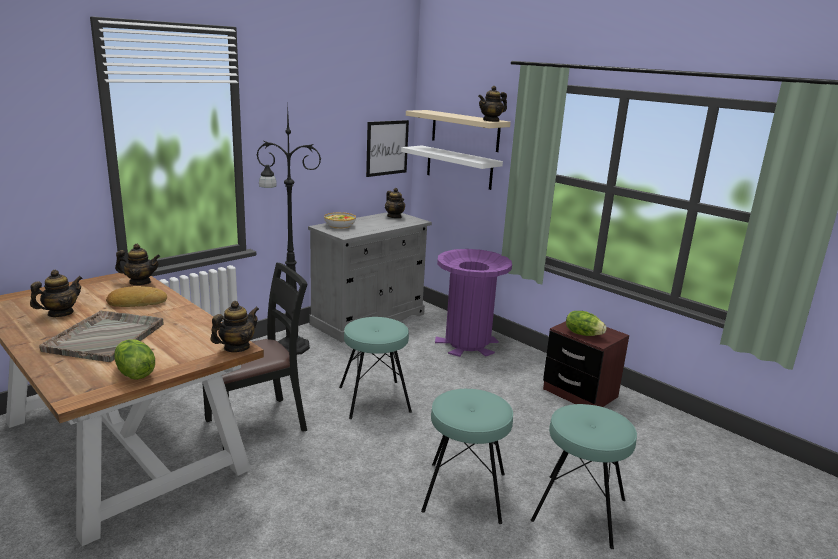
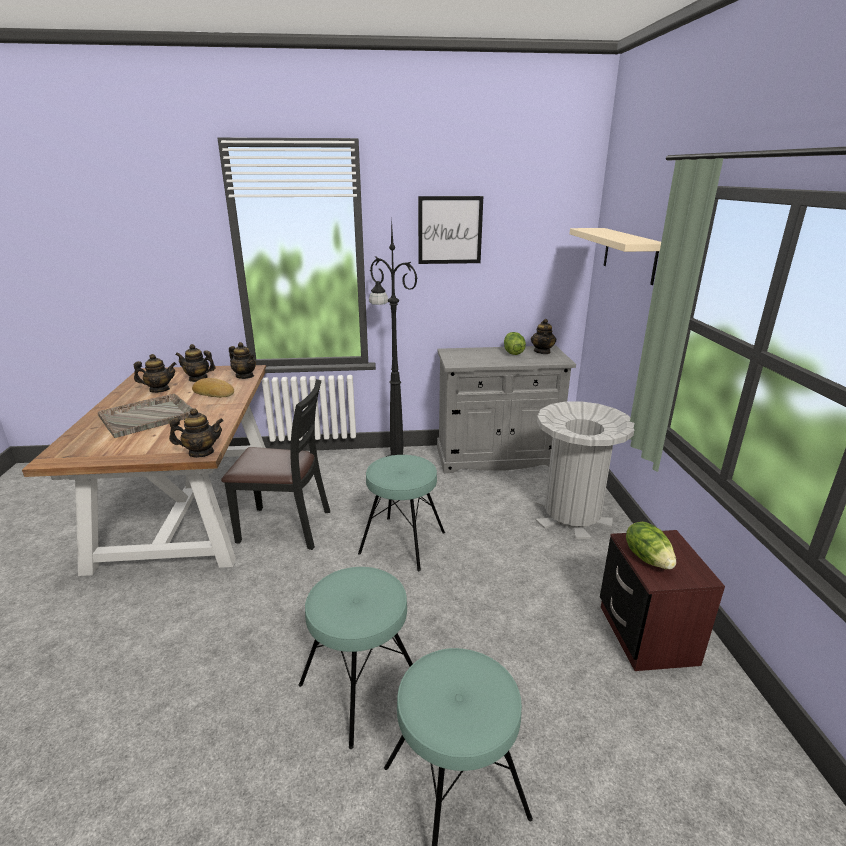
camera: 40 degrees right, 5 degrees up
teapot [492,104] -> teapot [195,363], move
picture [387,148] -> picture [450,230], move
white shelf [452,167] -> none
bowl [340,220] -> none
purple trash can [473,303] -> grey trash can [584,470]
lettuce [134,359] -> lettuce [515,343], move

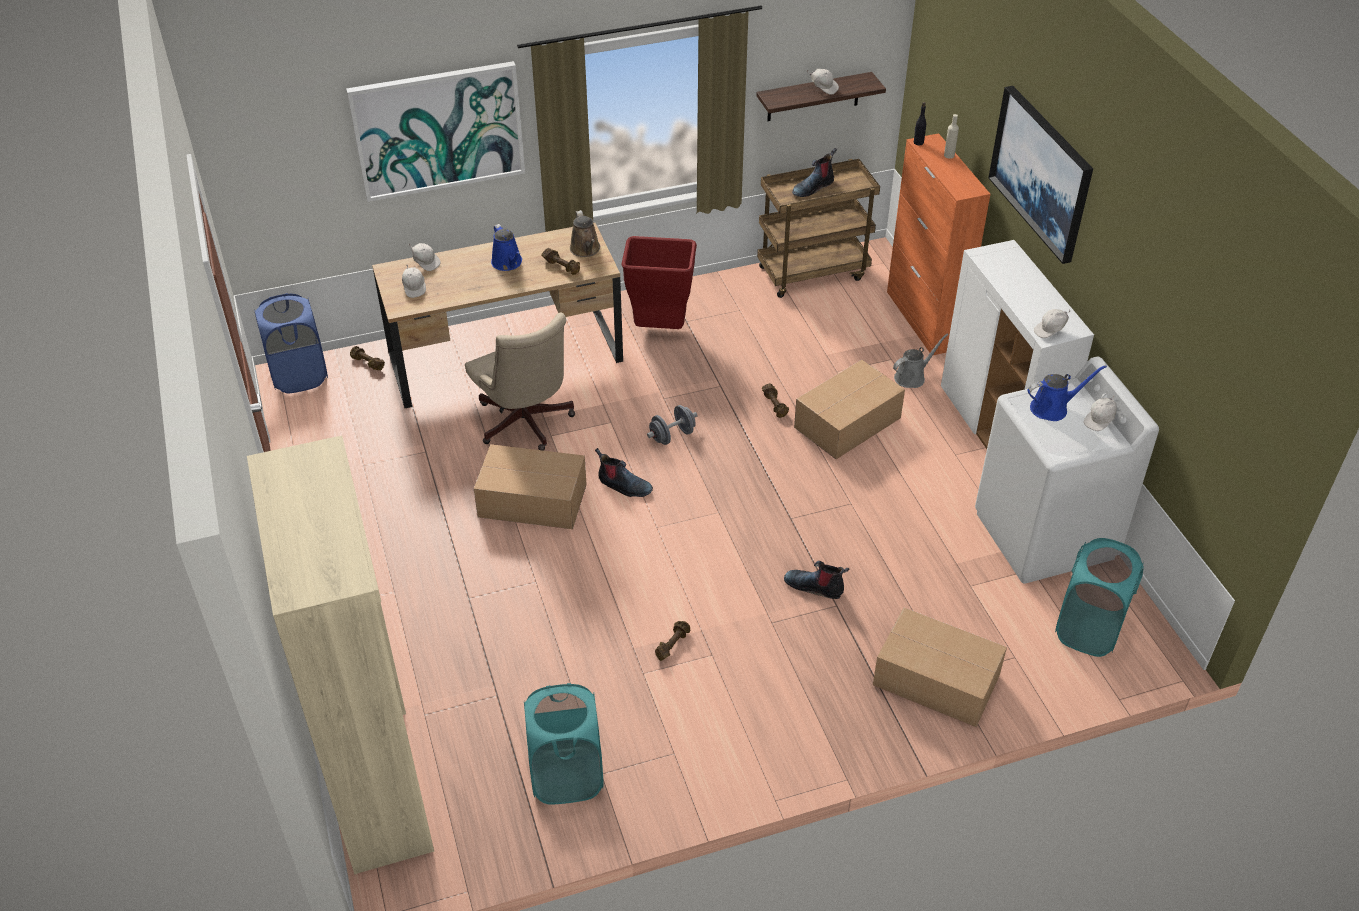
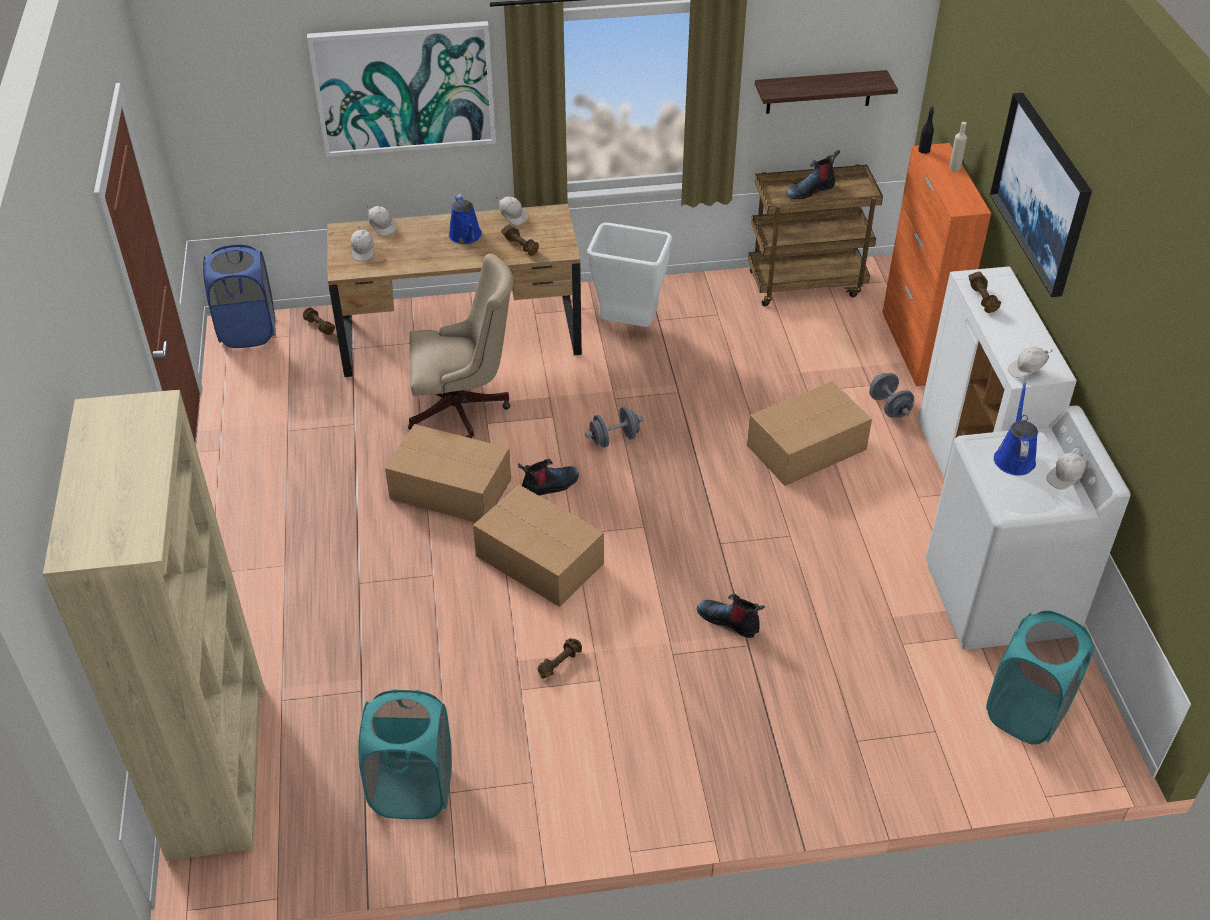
camera: 10 degrees right, 0 degrees up
white cap [822,82] -> white cap [512,211], move
brown watering can [585,233] -> none
red trash can [659,282] -> white trash can [629,274]
beige office chair [520,381] -> beige office chair [461,345], 75 degrees counterclockwise
grey watering can [920,361] -> grey dumbbell [891,395]
blue watering can [1067,393] -> blue watering can [1016,429], 75 degrees counterclockwise
brown dumbbell [775,400] -> brown dumbbell [984,292], move
boot [624,472] -> boot [548,477], 60 degrees counterclockwise
cardboard box [940,667] -> cardboard box [538,546], move

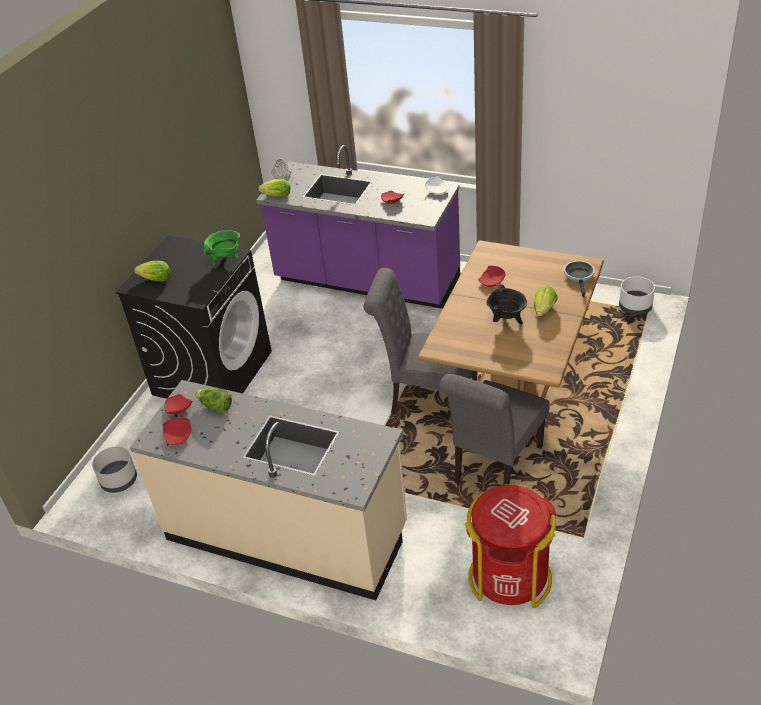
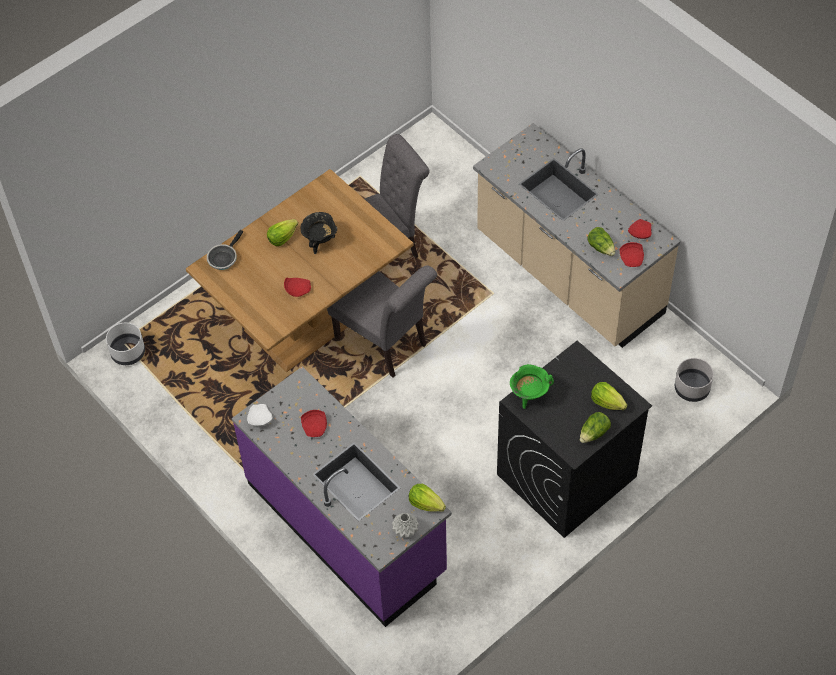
camera: 155 degrees left, 15 degrees up
red trash can [511,546] -> none
none -> lettuce [595,427]

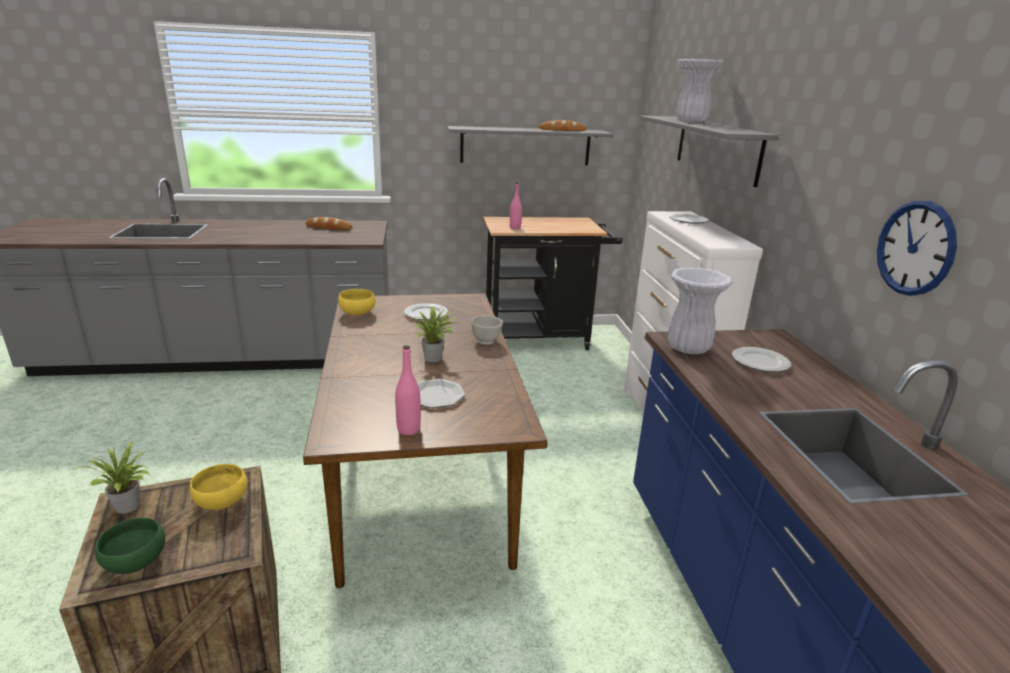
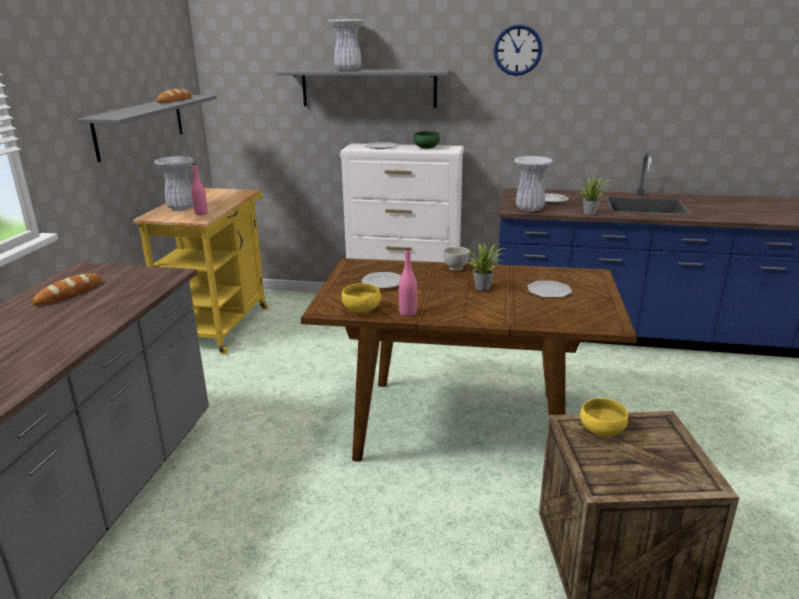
camera: 70 degrees left, 0 degrees up
wall clock [917,248] -> wall clock [518,50], move
black cart [552,283] -> yellow cart [200,271]
pink bottle [408,390] -> pink bottle [408,282], move
potted plant [112,477] -> potted plant [594,195], move
green bowl [130,546] -> green bowl [426,140], move
none -> white vase [174,183]

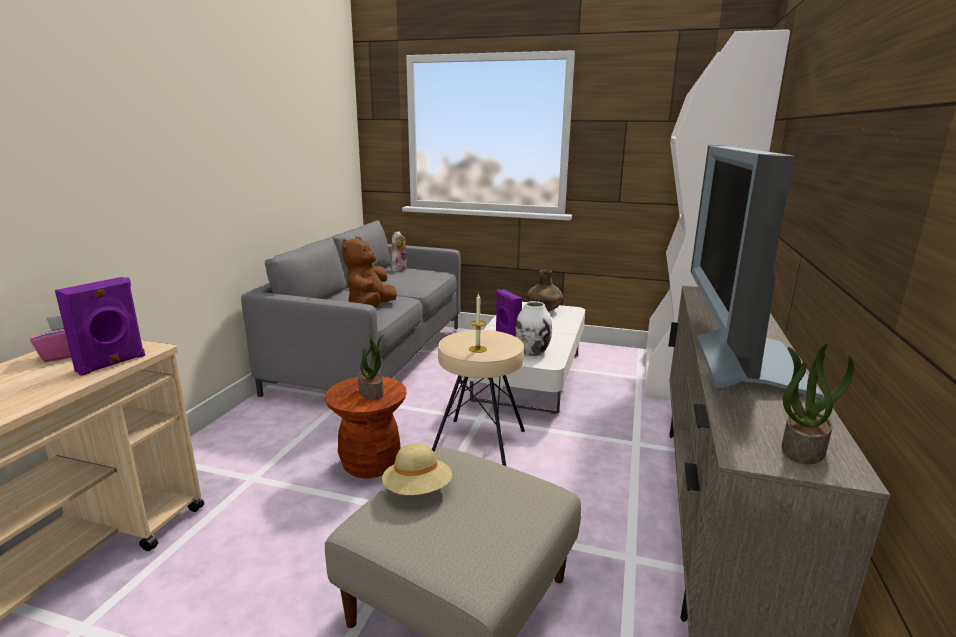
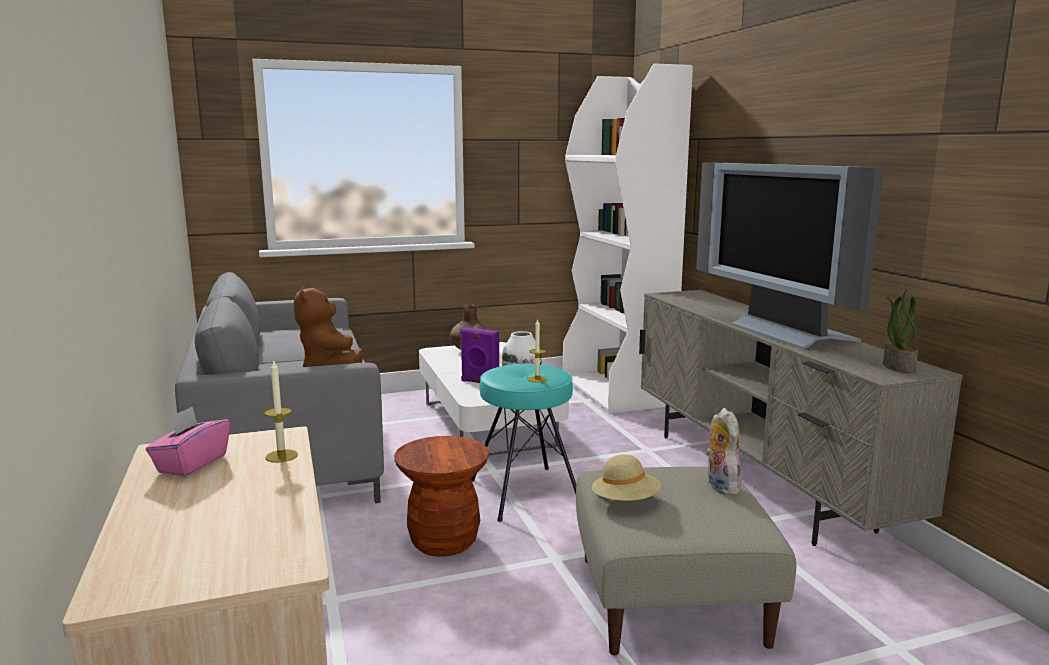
camera: 35 degrees left, 5 degrees down
plush toy [398,251] -> plush toy [724,451], move
purple speaker [100,326] -> candle [281,411]
beige stool [478,398] -> turquoise stool [523,443]
potted plant [371,367] -> none

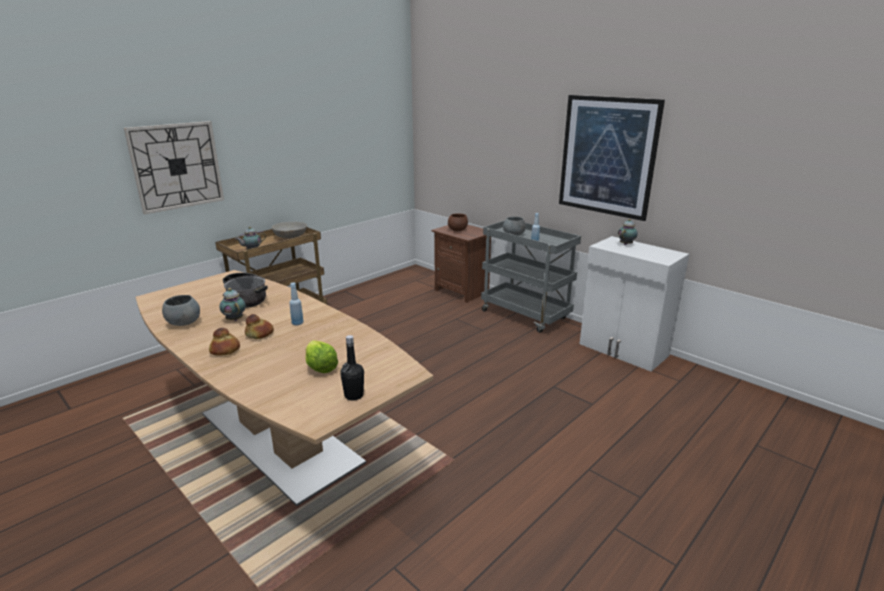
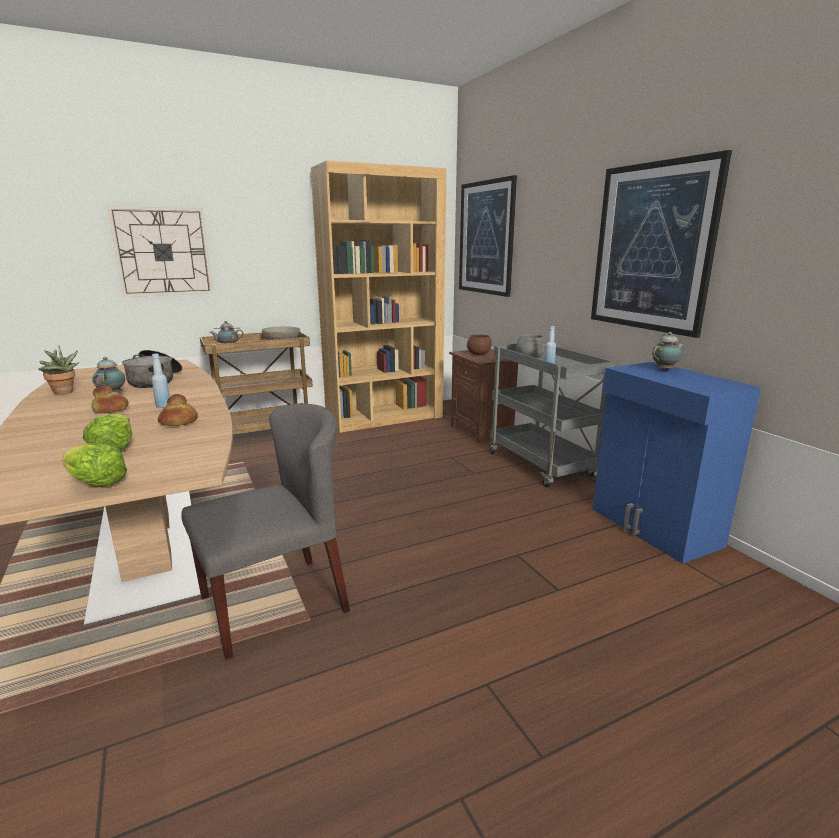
camera: 20 degrees right, 5 degrees down
white cabinet [634,303] -> blue cabinet [677,463]
grey bowl [181,310] -> potted plant [58,370]
bread [224,342] -> bread [178,410], move
black bottle [352,368] -> lettuce [94,465]
none -> brown bookcase [378,296]
none -> picture [488,236]
none -> grey chair [265,532]

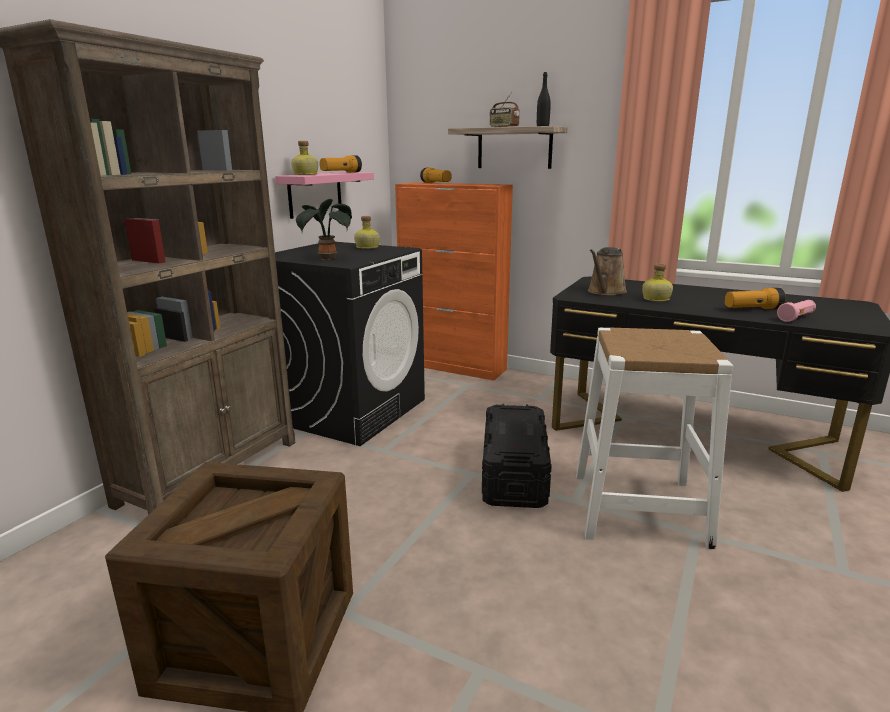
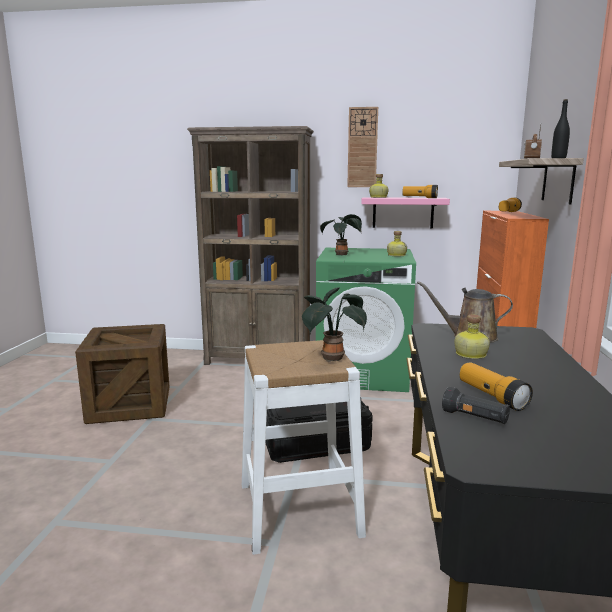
camera: 70 degrees right, 5 degrees down
black washing machine [350,344] -> green washing machine [366,320]
pink flashlight [796,311] -> black flashlight [476,405]
none -> wall clock [362,147]
none -> potted plant [334,324]

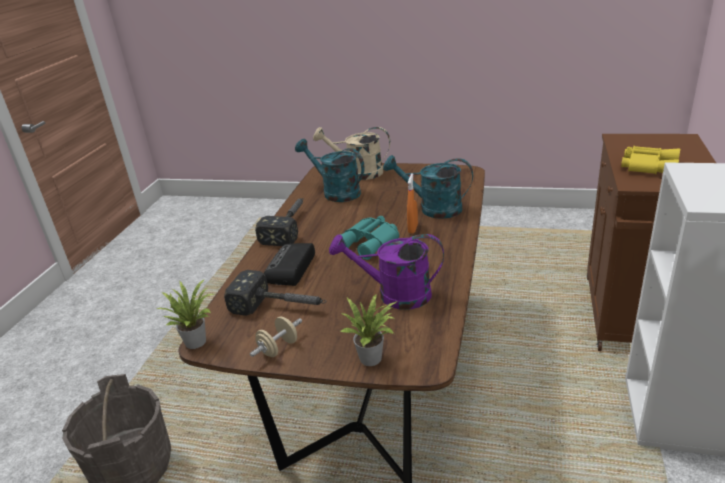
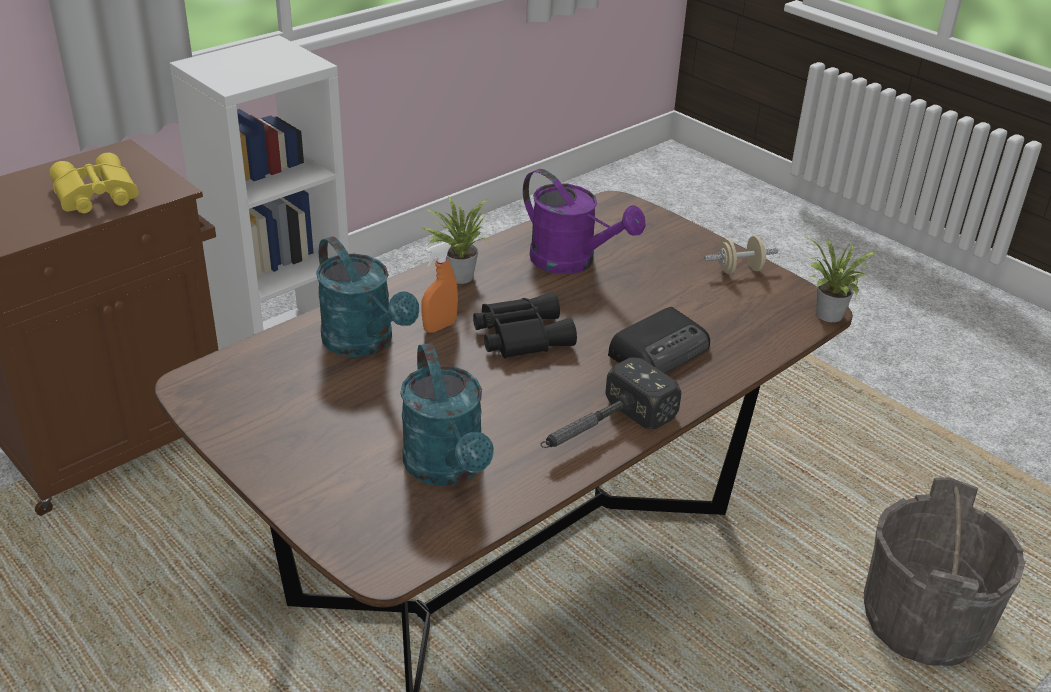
camera: 150 degrees left, 5 degrees up
beige watering can [351,153] -> none
turquoise binoculars [370,238] -> black binoculars [525,325]
hammer [275,293] -> none
potted plant [368,330] -> potted plant [456,240], move

